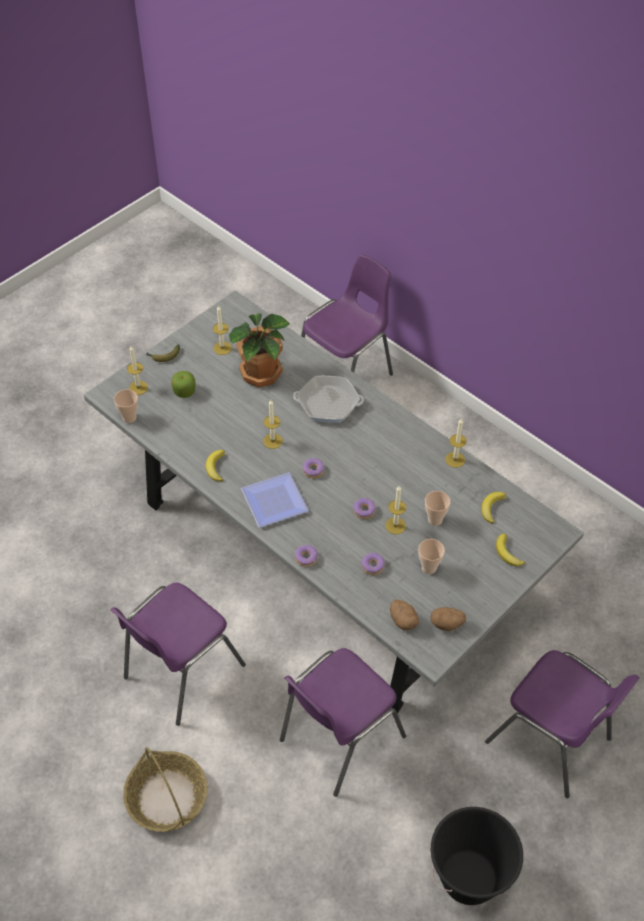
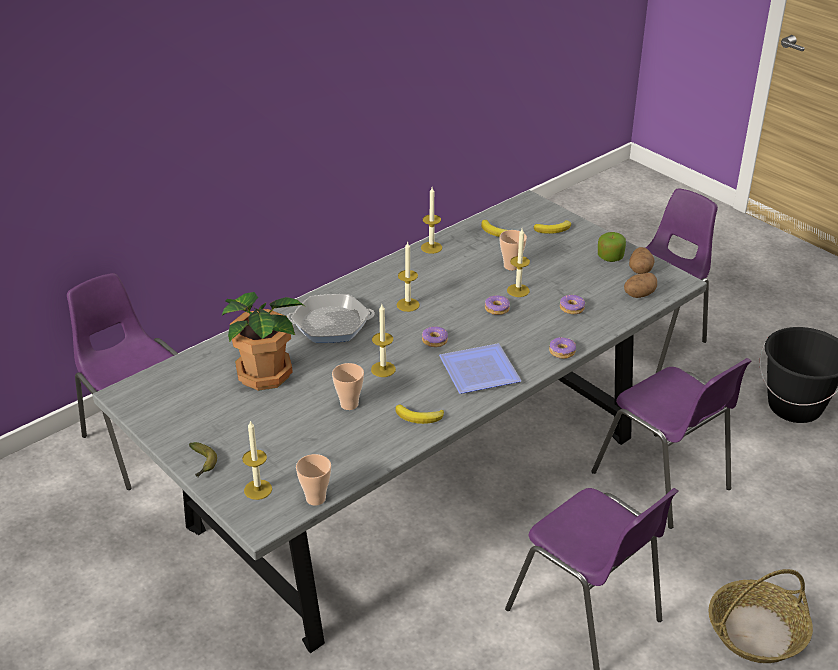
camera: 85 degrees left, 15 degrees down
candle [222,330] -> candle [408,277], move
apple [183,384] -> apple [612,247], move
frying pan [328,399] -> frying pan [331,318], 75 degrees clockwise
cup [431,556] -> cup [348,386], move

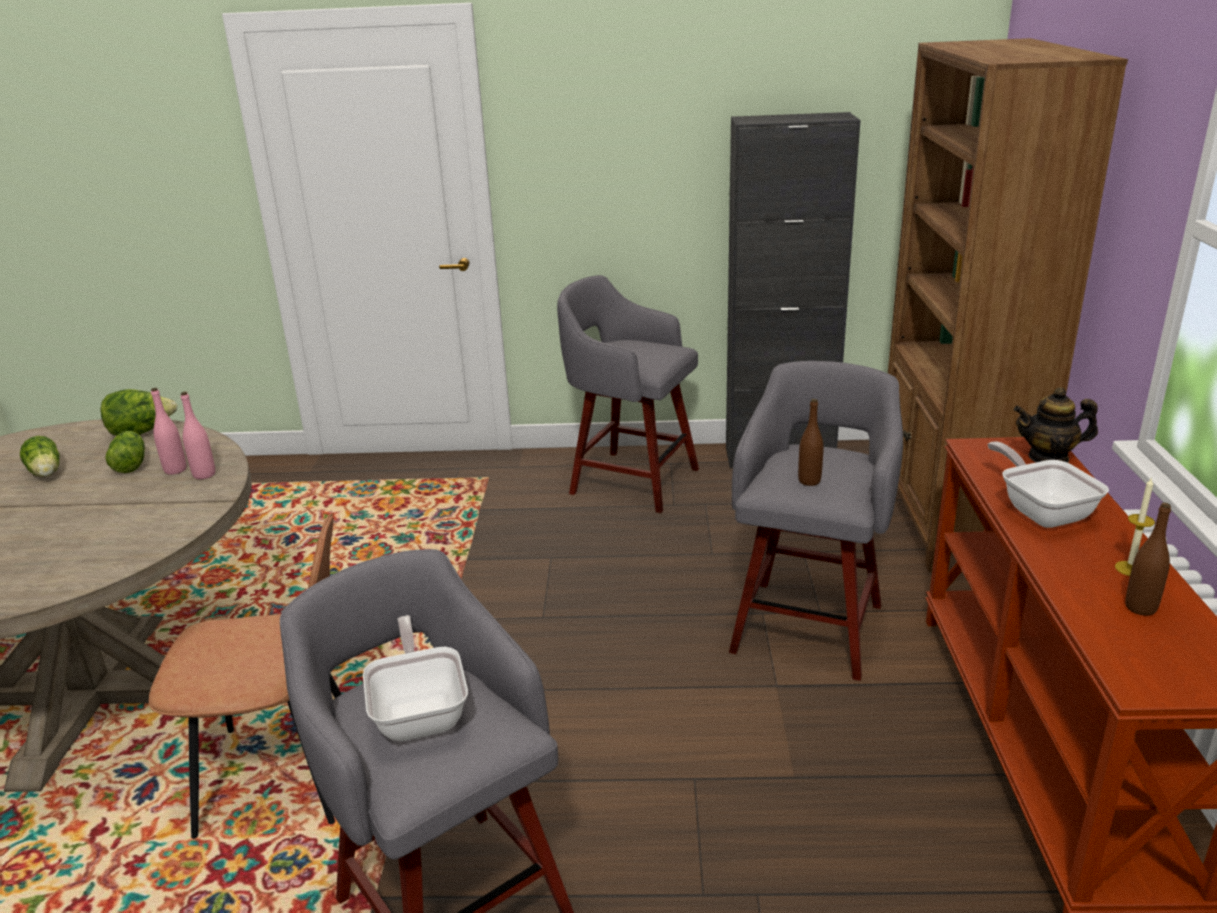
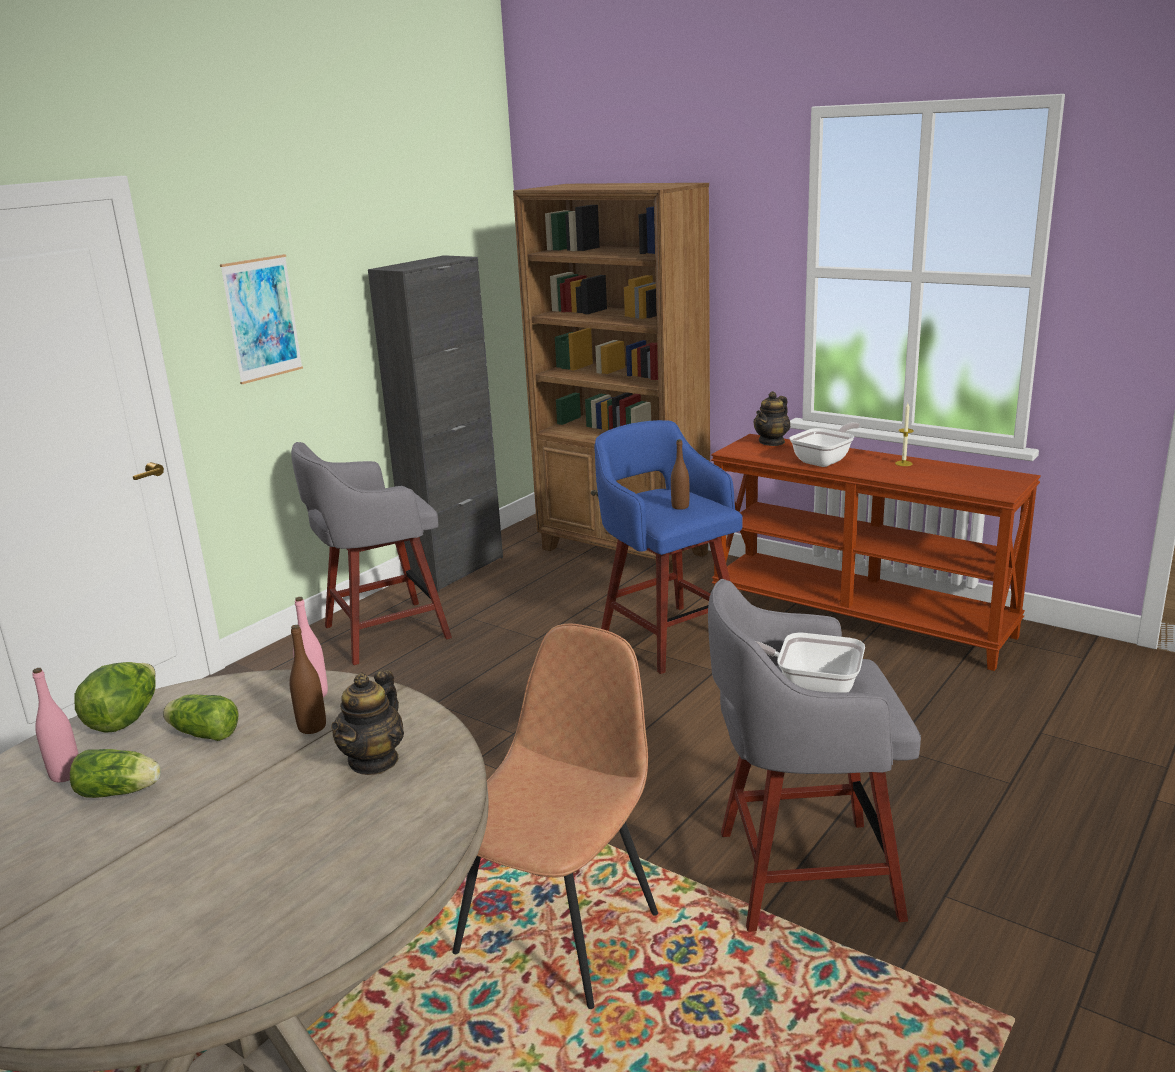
camera: 55 degrees left, 5 degrees down
grey stool [816,521] -> blue stool [668,547]
pink bottle [169,431] -> pink bottle [55,725], move
frying pan [1048,484] -> frying pan [824,444], 120 degrees clockwise
brown bottle [1148,559] -> brown bottle [307,679], move
none -> picture [261,319]
none -> teapot [367,722]

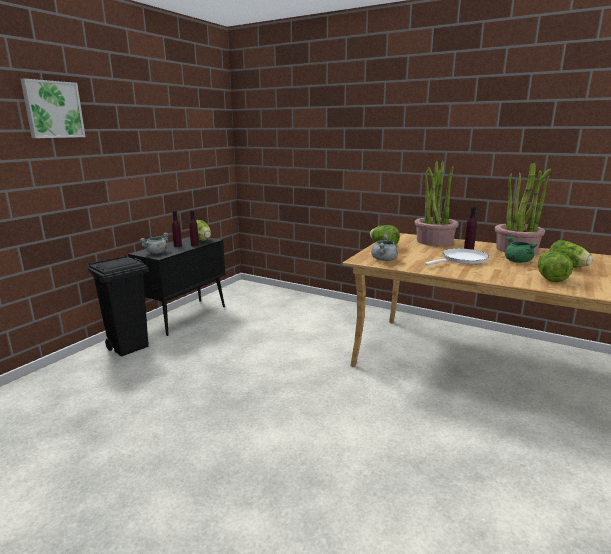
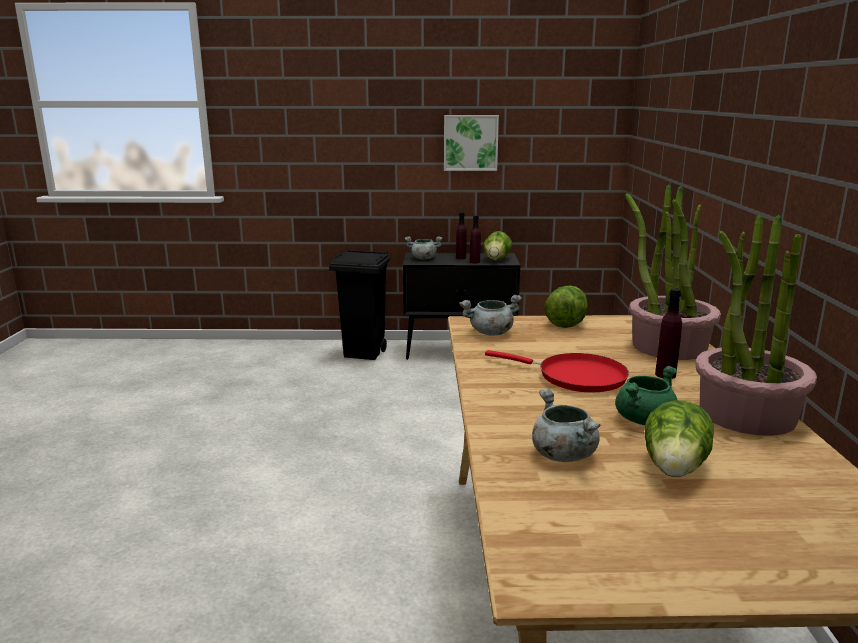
camera: 60 degrees right, 0 degrees up
picture [53,108] -> picture [471,143], move
white frying pan [457,257] -> red frying pan [557,371]
lettuce [555,266] -> grey cooking pot [566,425]

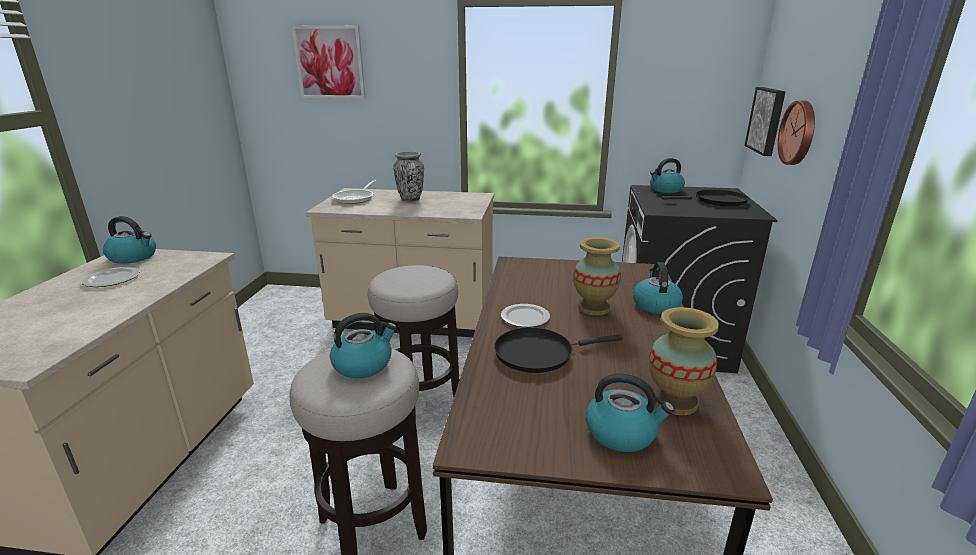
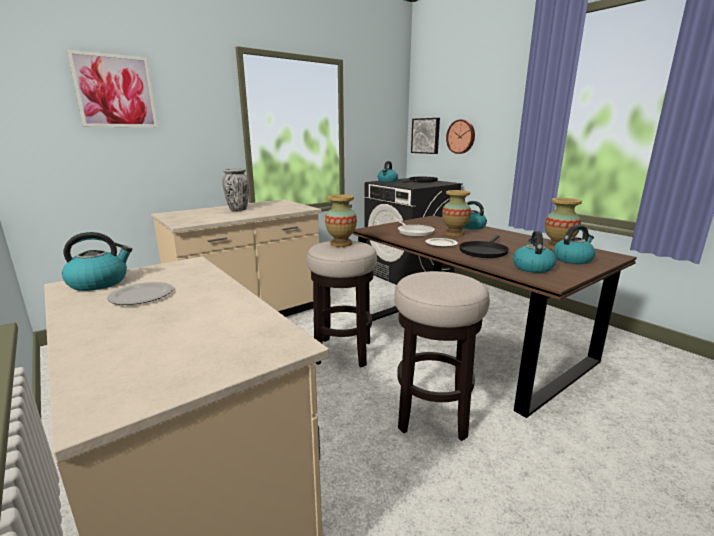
camera: 45 degrees left, 5 degrees down
frying pan [354,192] -> frying pan [413,227], move
kettle [363,345] -> kettle [534,252], move
none -> vase [341,221]

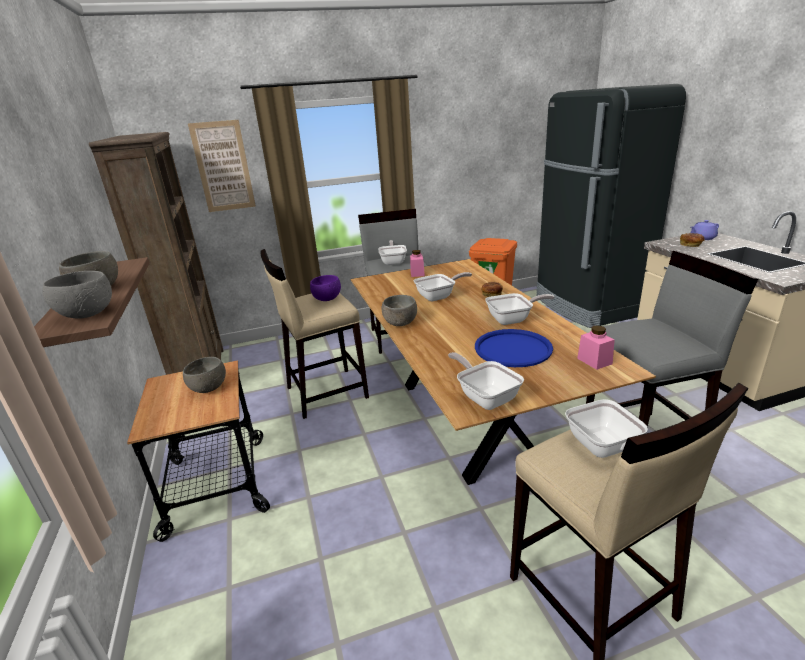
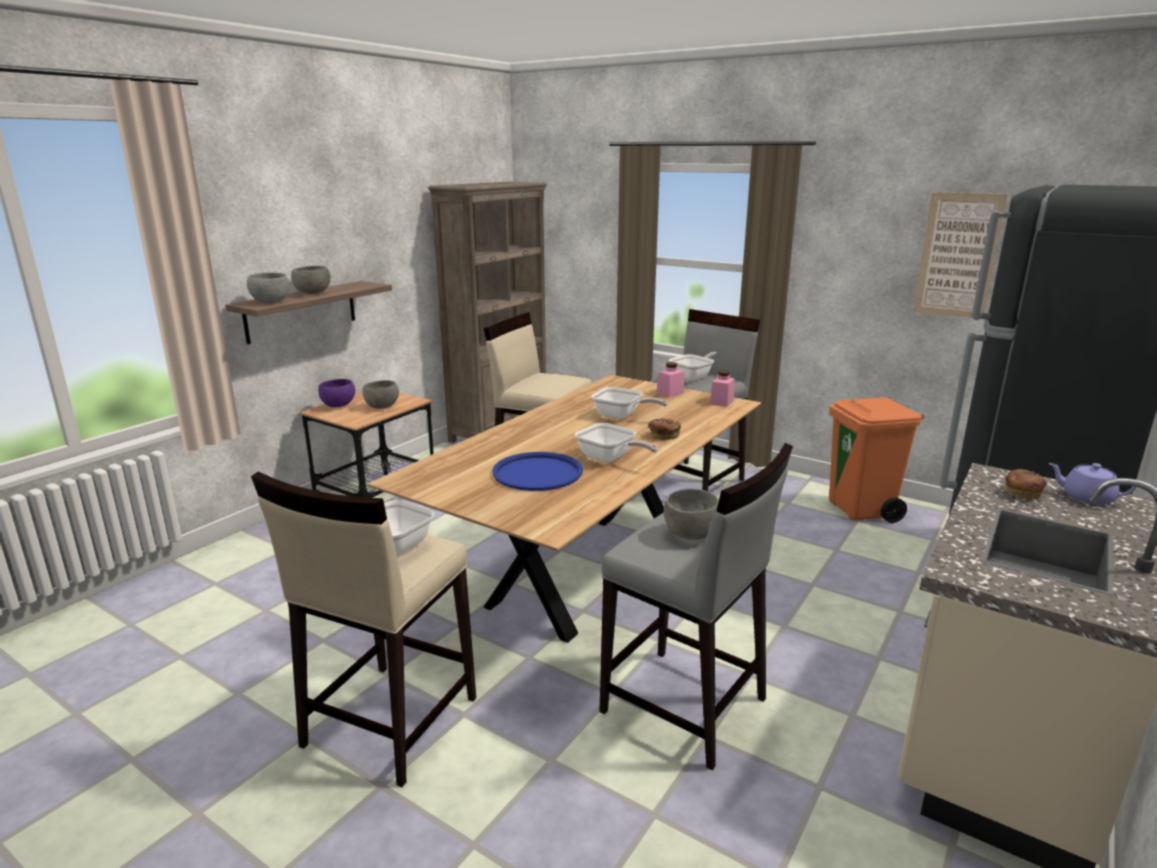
camera: 50 degrees right, 5 degrees down
picture [222,166] -> picture [960,255], move
purple bowl [325,288] -> purple bowl [336,393], move
grey bowl [399,310] -> grey bowl [691,514], move
pink jar [596,347] -> pink jar [722,388], move
frying pan [486,381] -> none

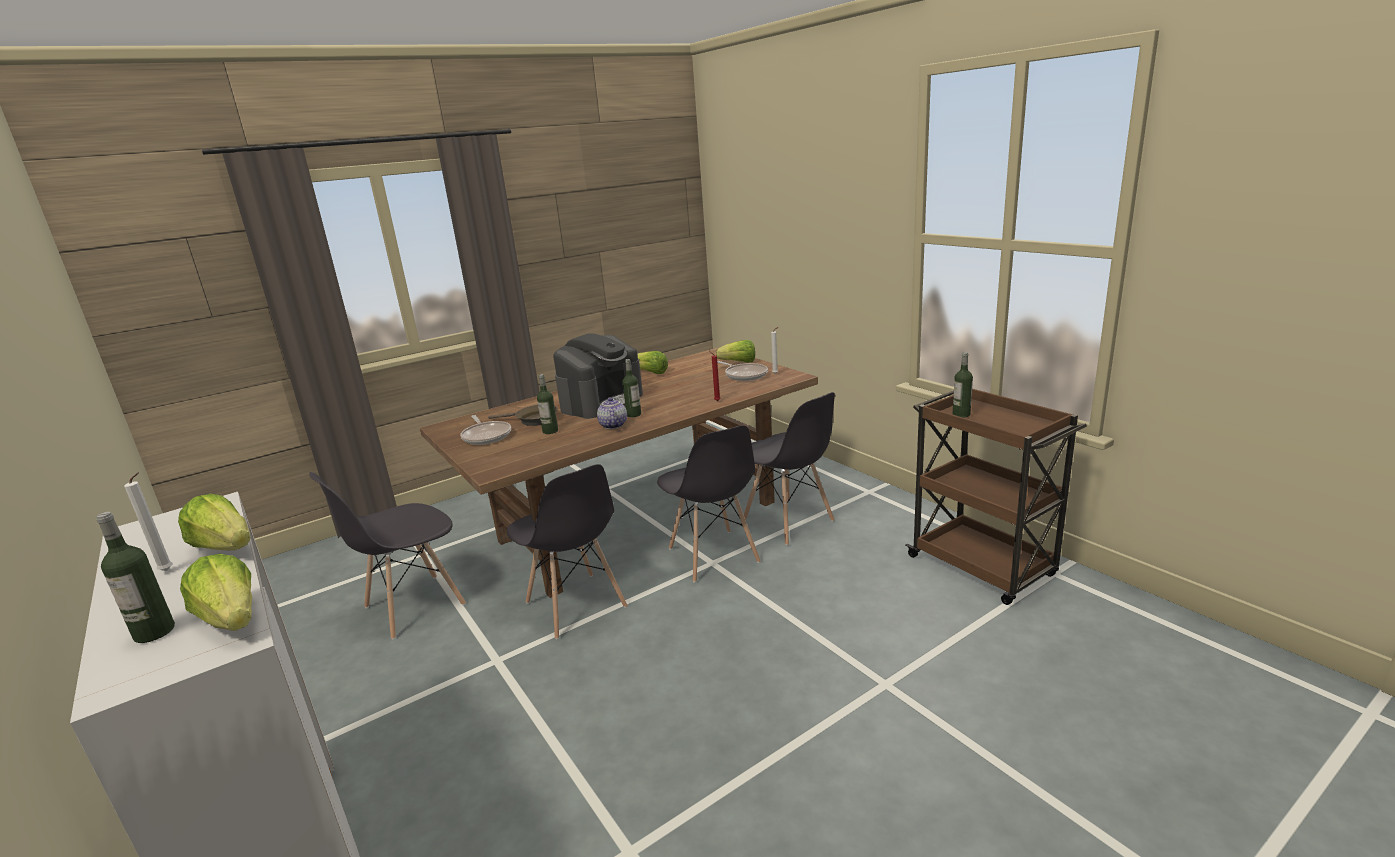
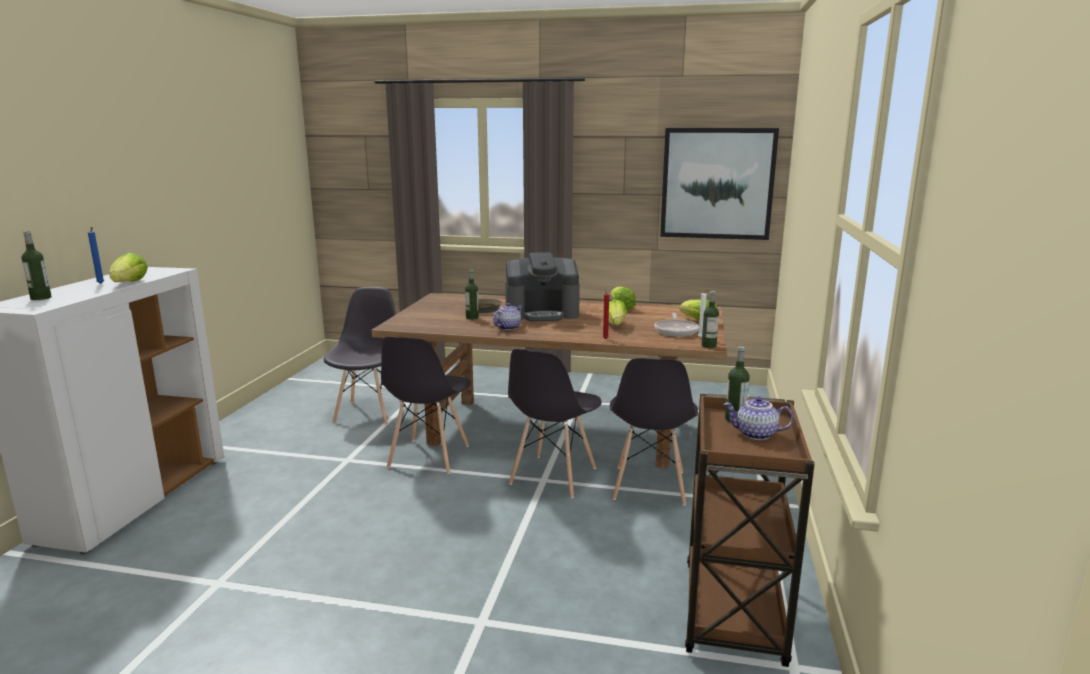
camera: 45 degrees right, 5 degrees down
bottle [631,388] -> bottle [710,319], move
frying pan [485,430] -> none
grey chair [387,556] -> grey chair [362,356], 90 degrees clockwise
white candle [148,522] -> blue candle [96,255]
lettuce [216,592] -> lettuce [618,312], move
none -> picture [719,184]
none -> teapot [759,418]

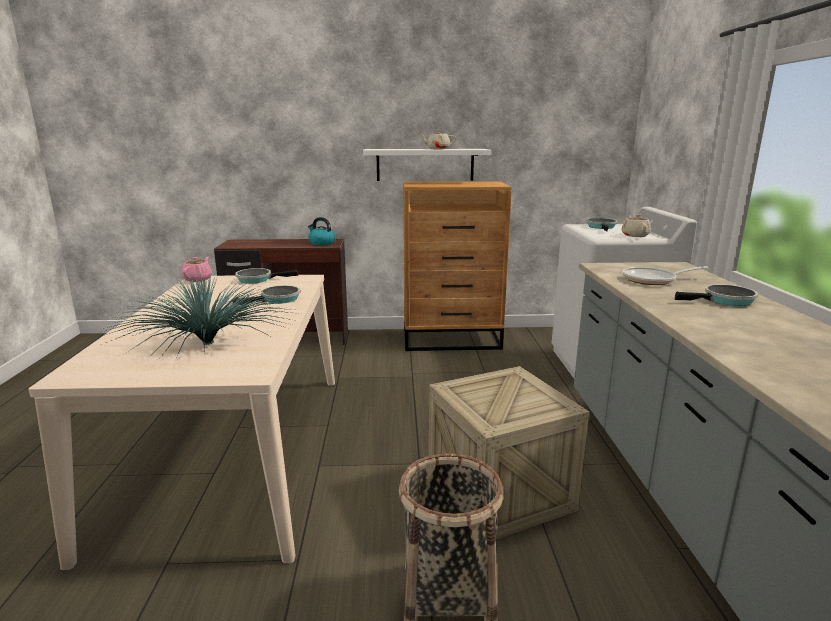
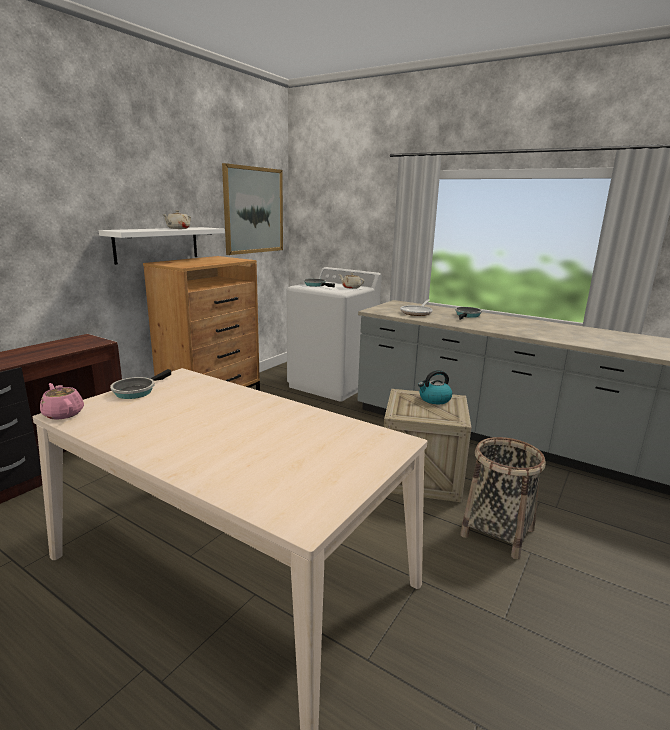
camera: 55 degrees left, 0 degrees up
kettle [322,231] -> kettle [435,387], move
potted plant [199,314] -> none
frying pan [266,295] -> none
none -> picture [252,209]

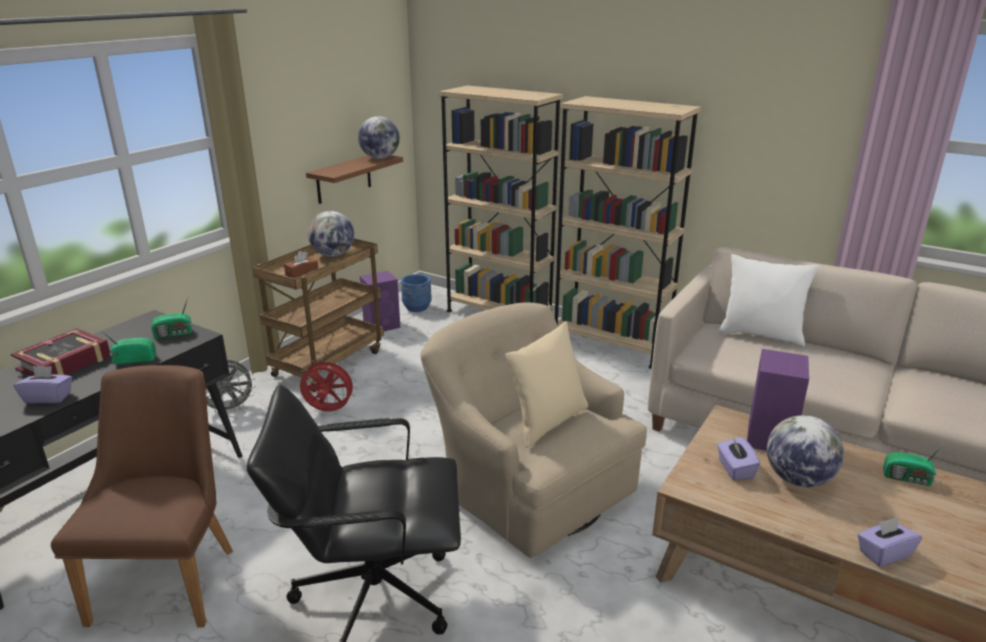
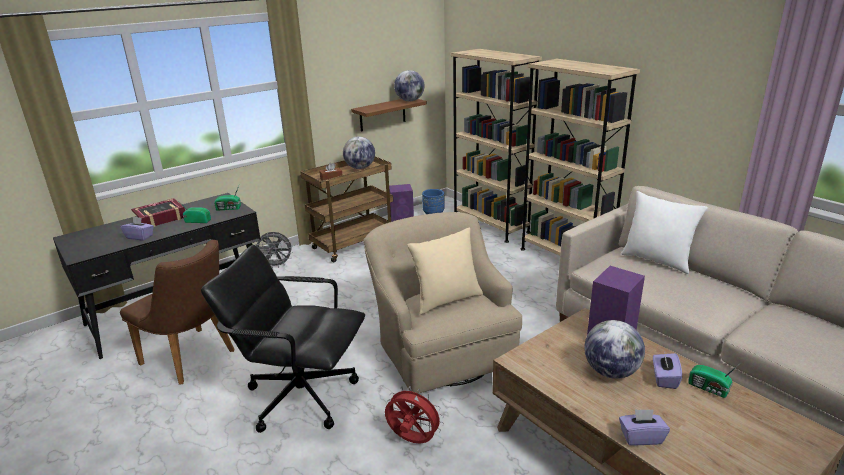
camera: 20 degrees right, 0 degrees up
red fan [328,384] -> red fan [414,415], move
brown chair [142,496] -> brown chair [177,312], 105 degrees clockwise
purple tissue box [738,458] -> purple tissue box [667,370], move

